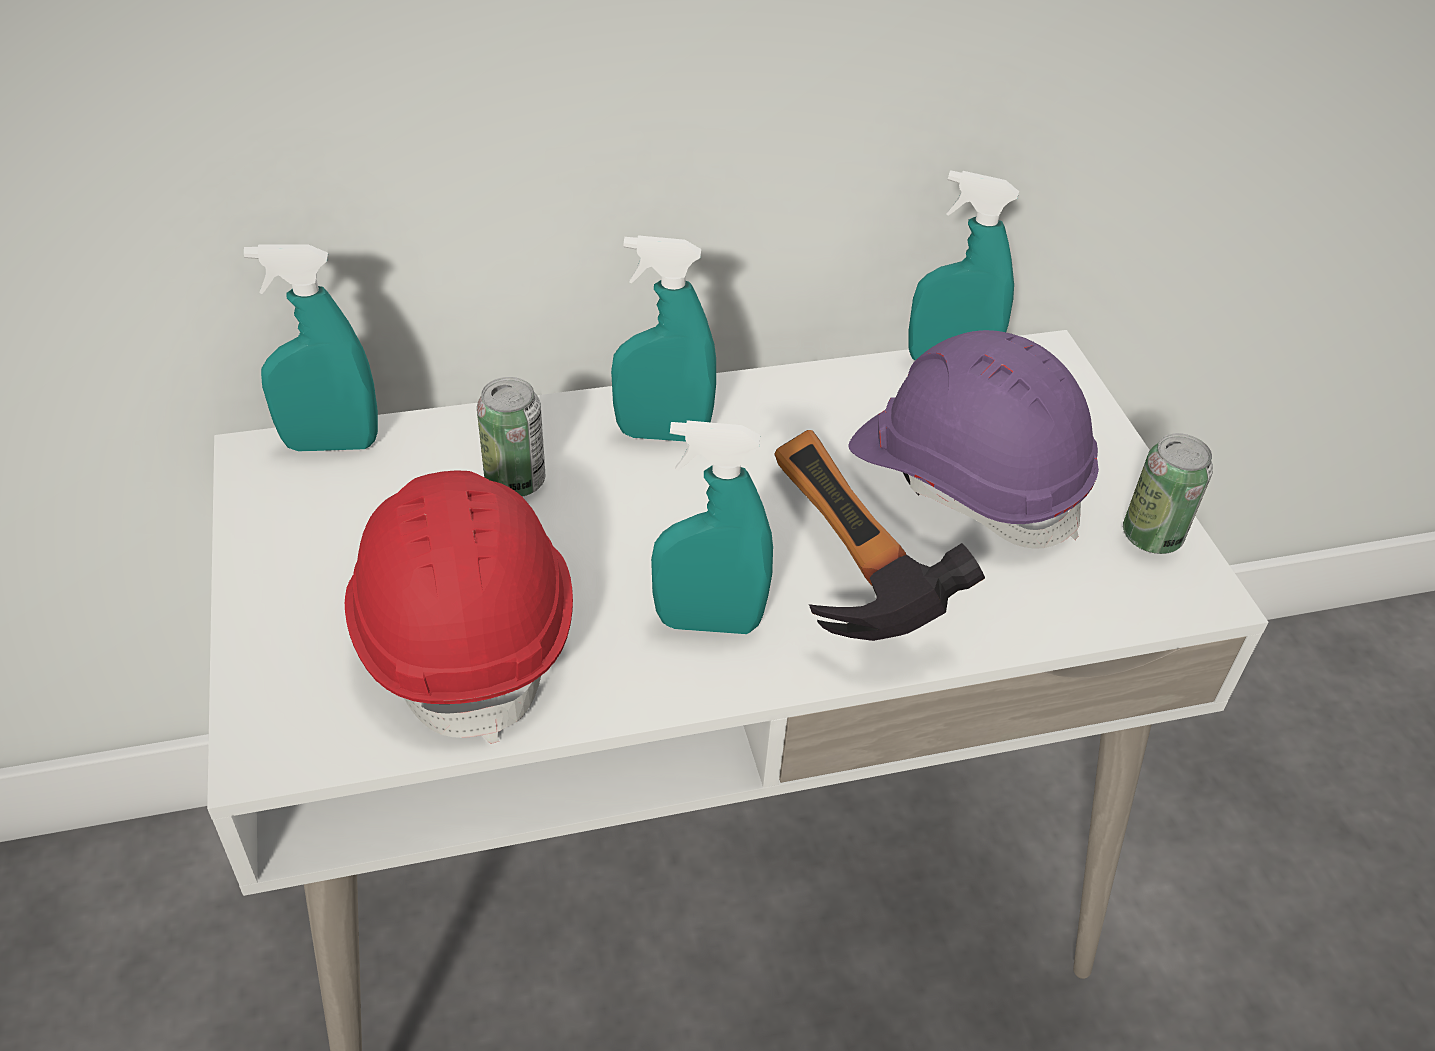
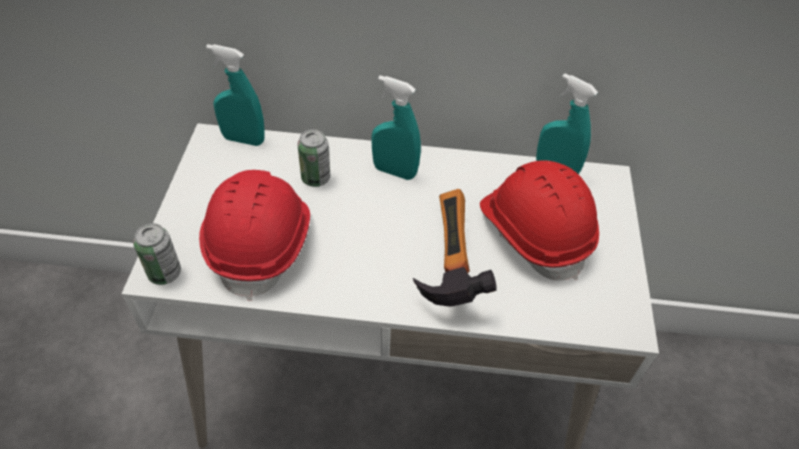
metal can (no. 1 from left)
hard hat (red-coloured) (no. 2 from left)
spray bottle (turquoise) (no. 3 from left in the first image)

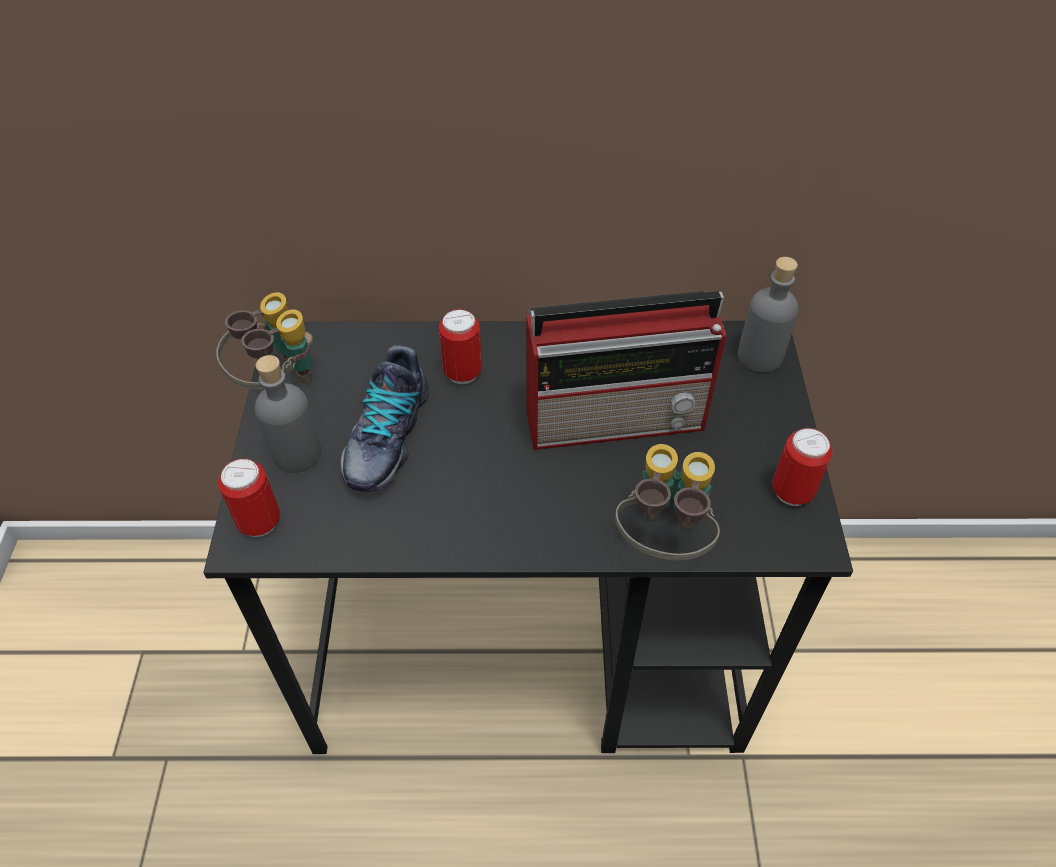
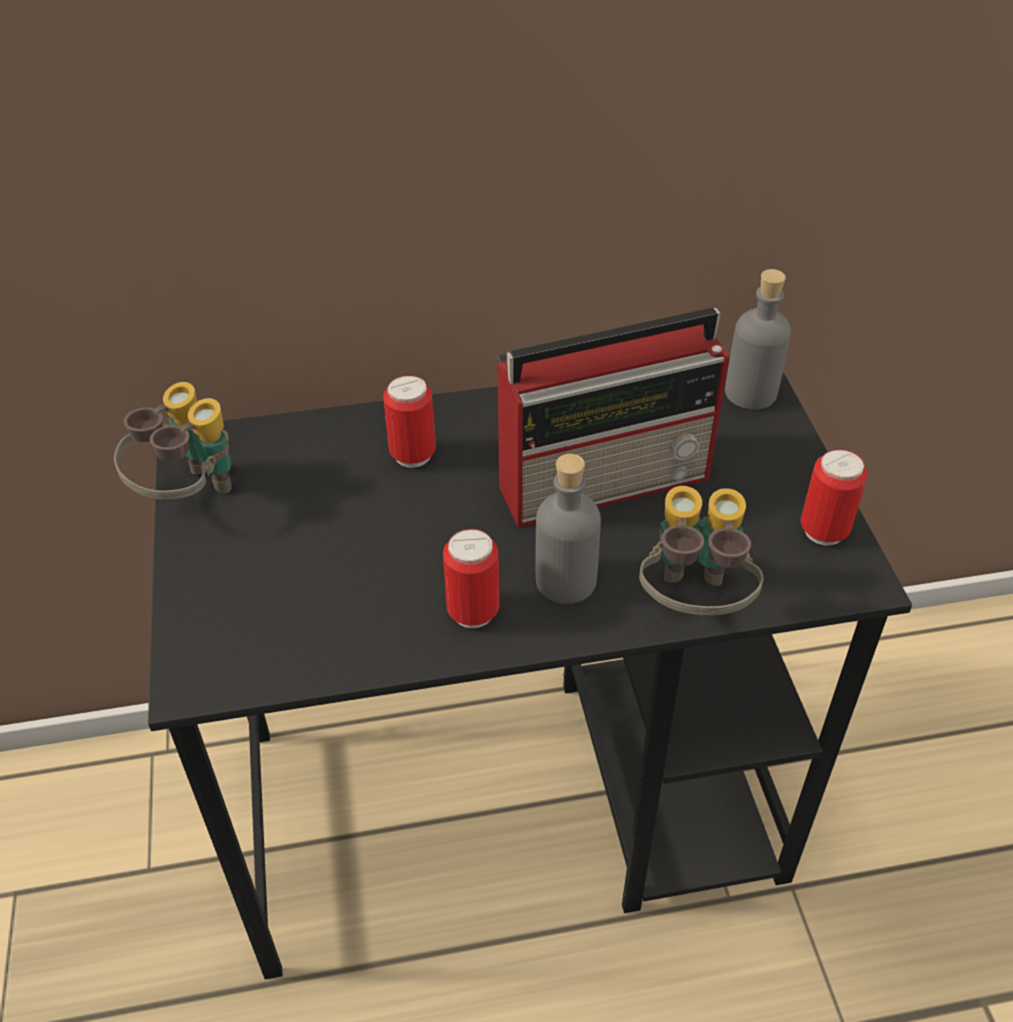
metal can (no. 2 from left)
bottle (grey) (no. 1 from left)
low shoe

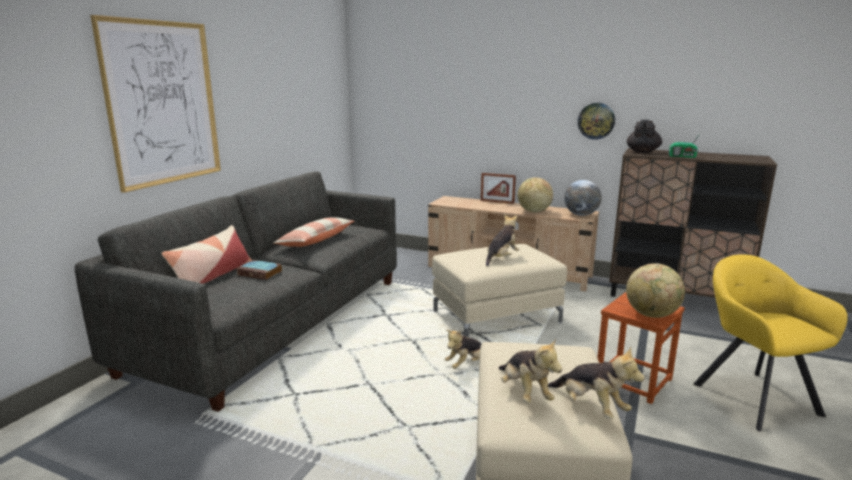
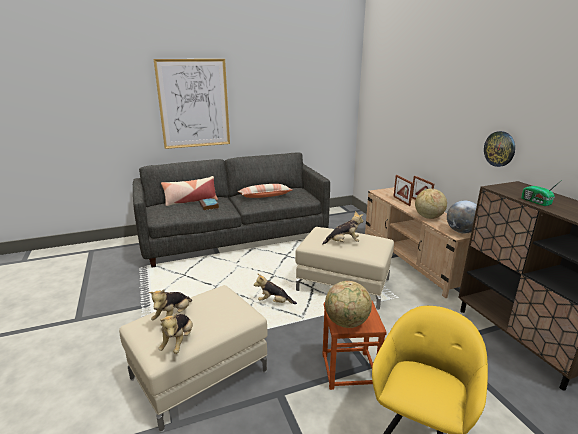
standing frame (no. 1 from left)
pot for tea (black)

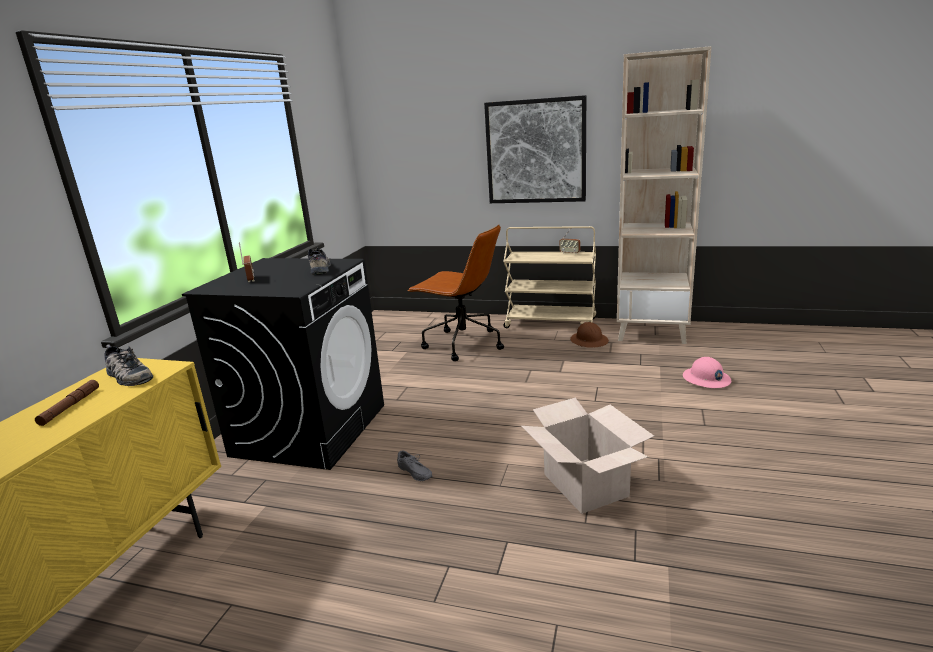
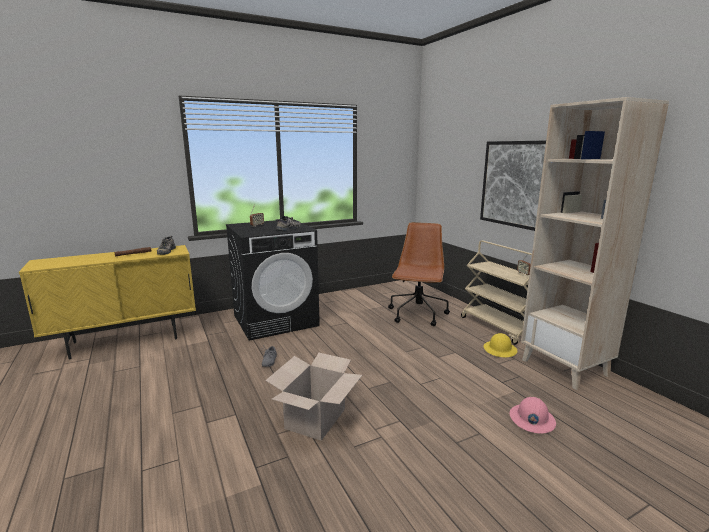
computer chair (brownish)
hard hat (yellowish)

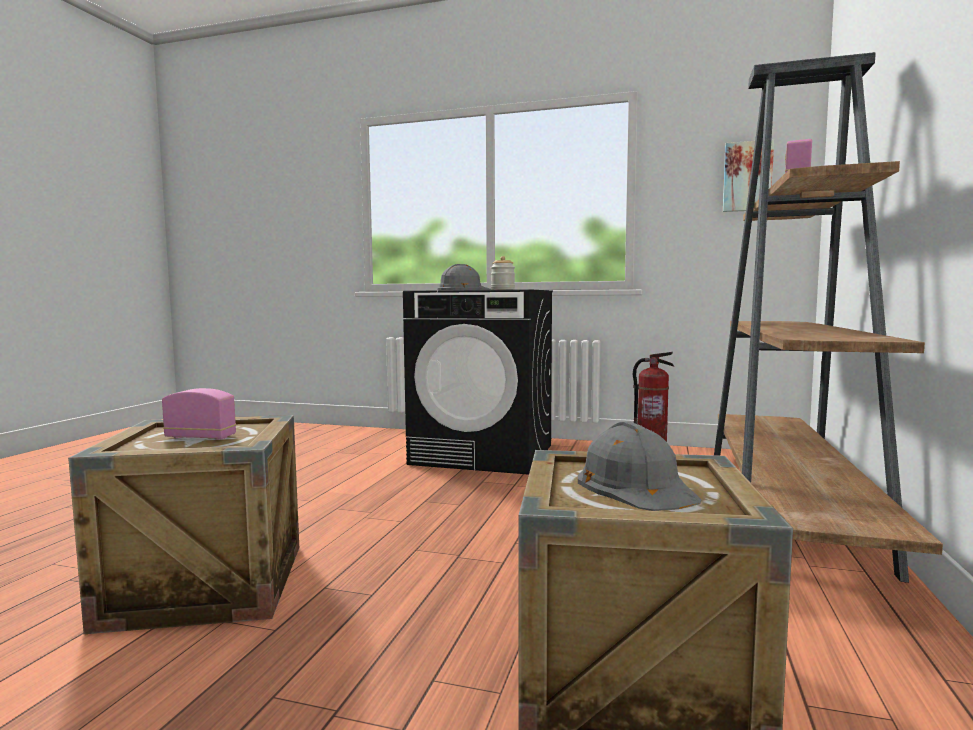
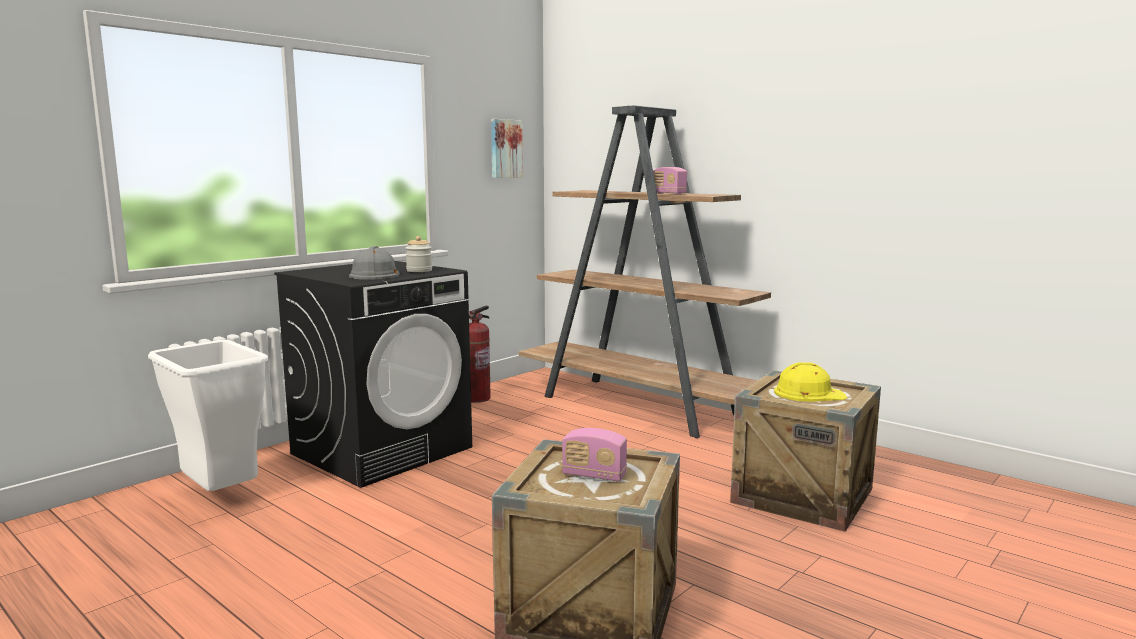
trash can (whitish)
radio (no. 1 from left)
hard hat (yellowish)

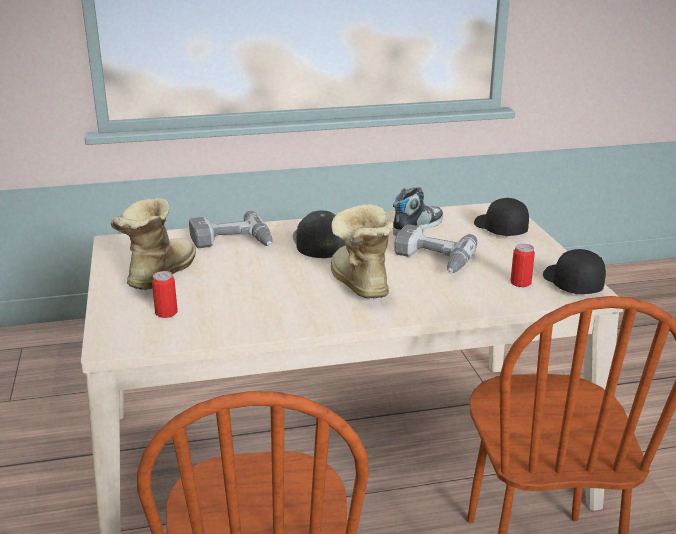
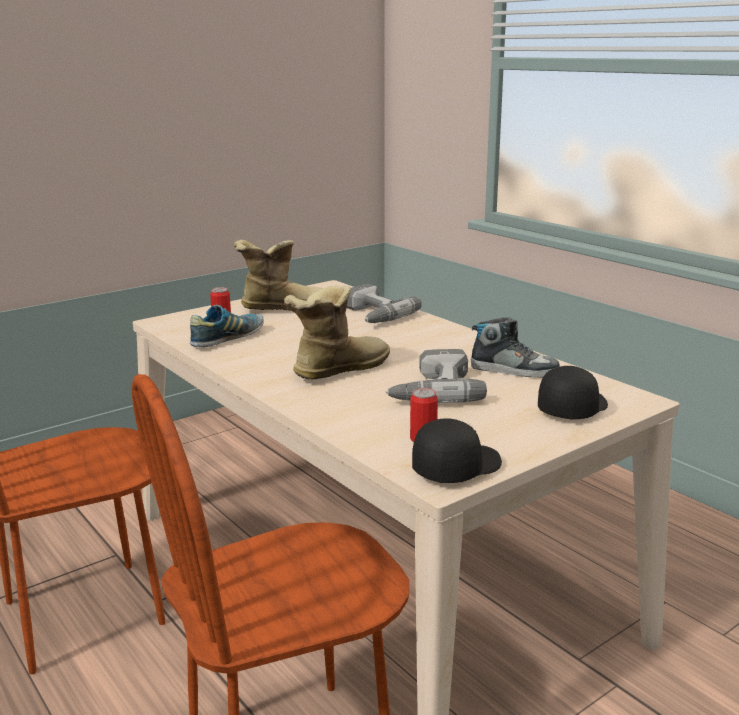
low shoe (no. 1 from left)
peaked cap (black) (no. 1 from left in the first image)

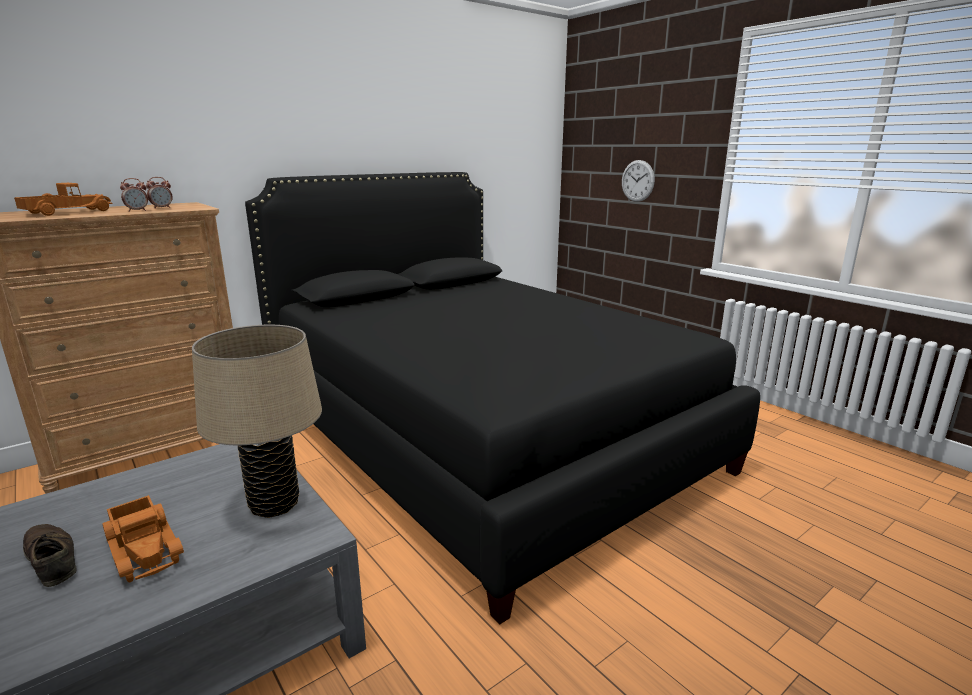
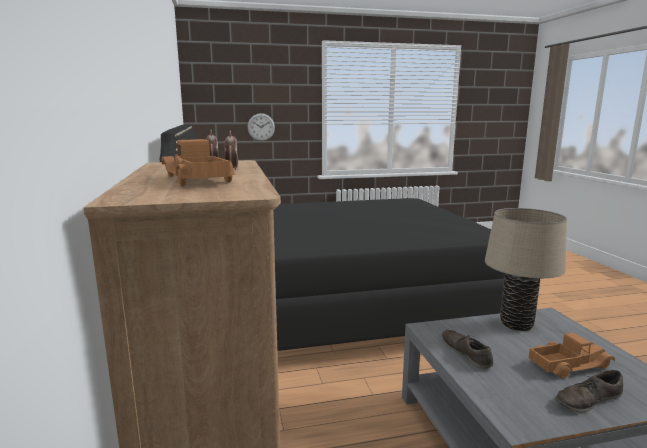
low shoe (brownish) (no. 1 from left)

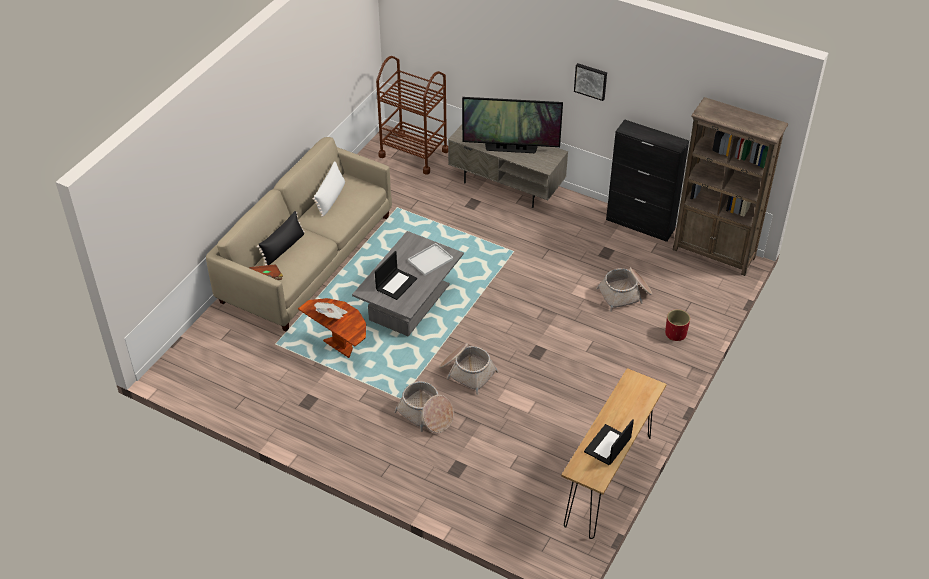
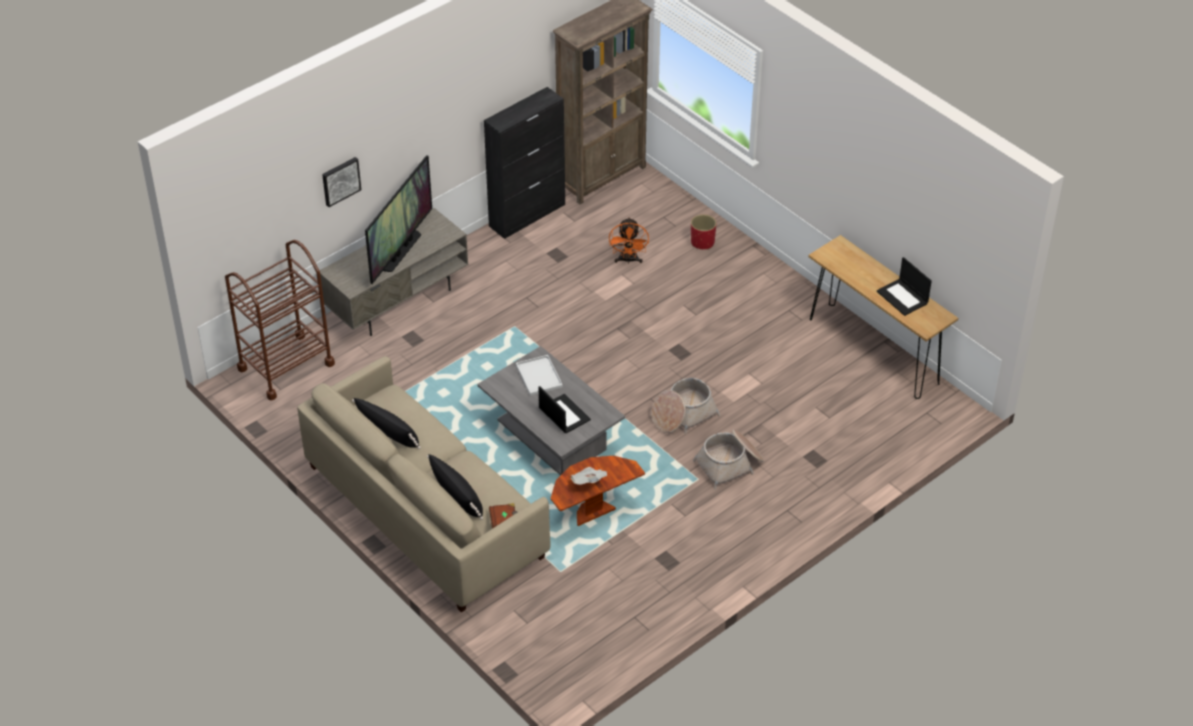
wall art
cushion (black) (no. 1 from left)
cooling fan (orange)

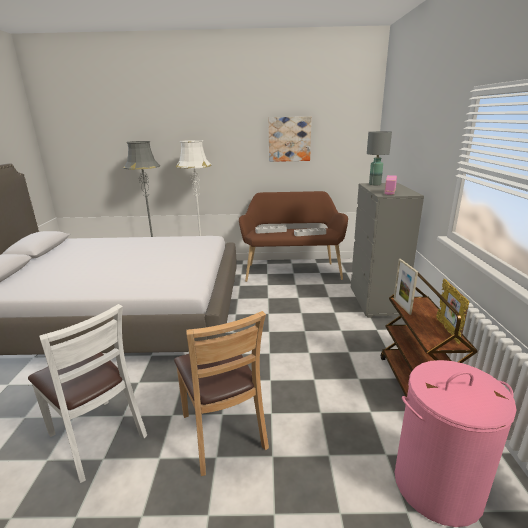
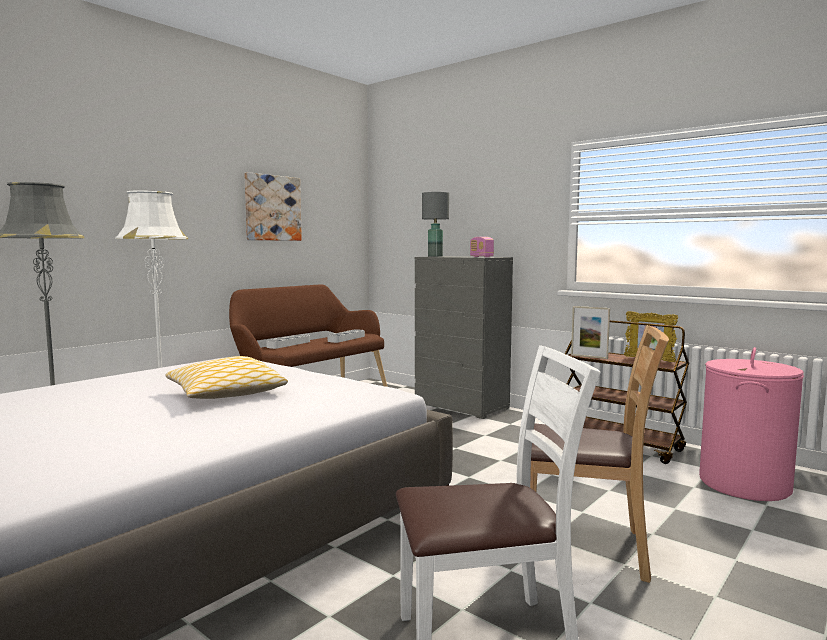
cushion

